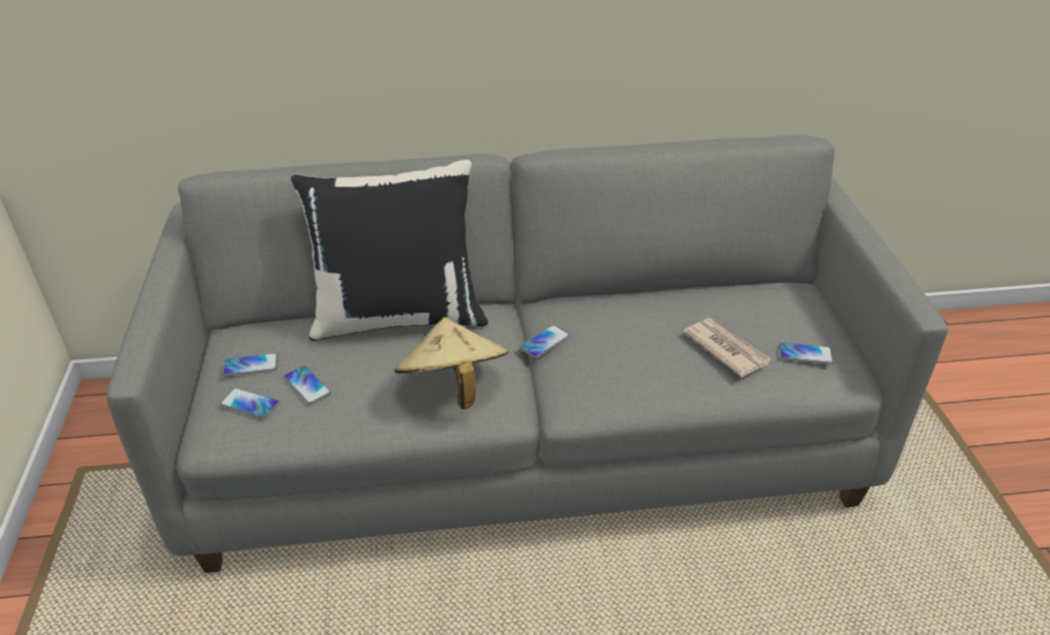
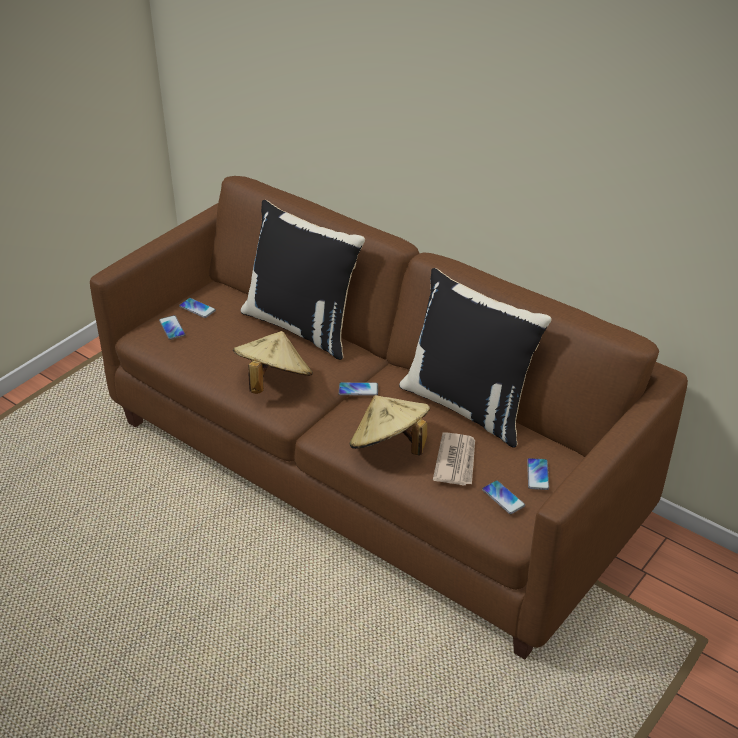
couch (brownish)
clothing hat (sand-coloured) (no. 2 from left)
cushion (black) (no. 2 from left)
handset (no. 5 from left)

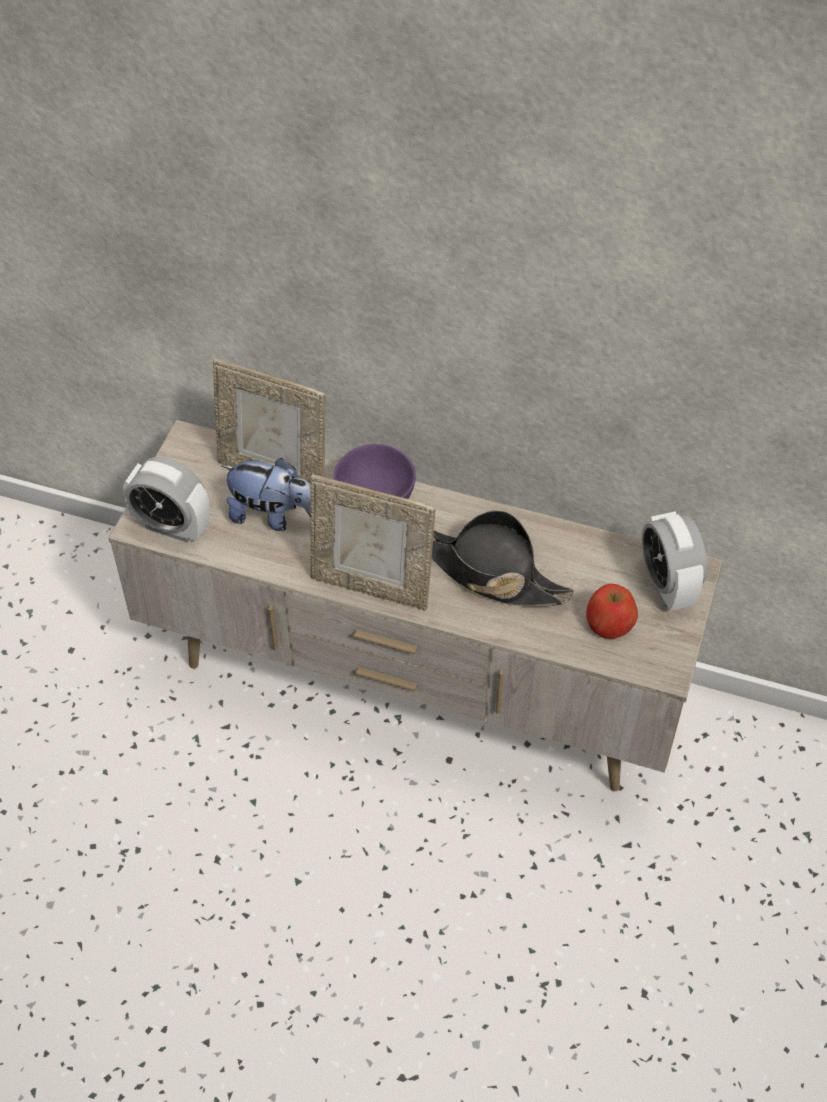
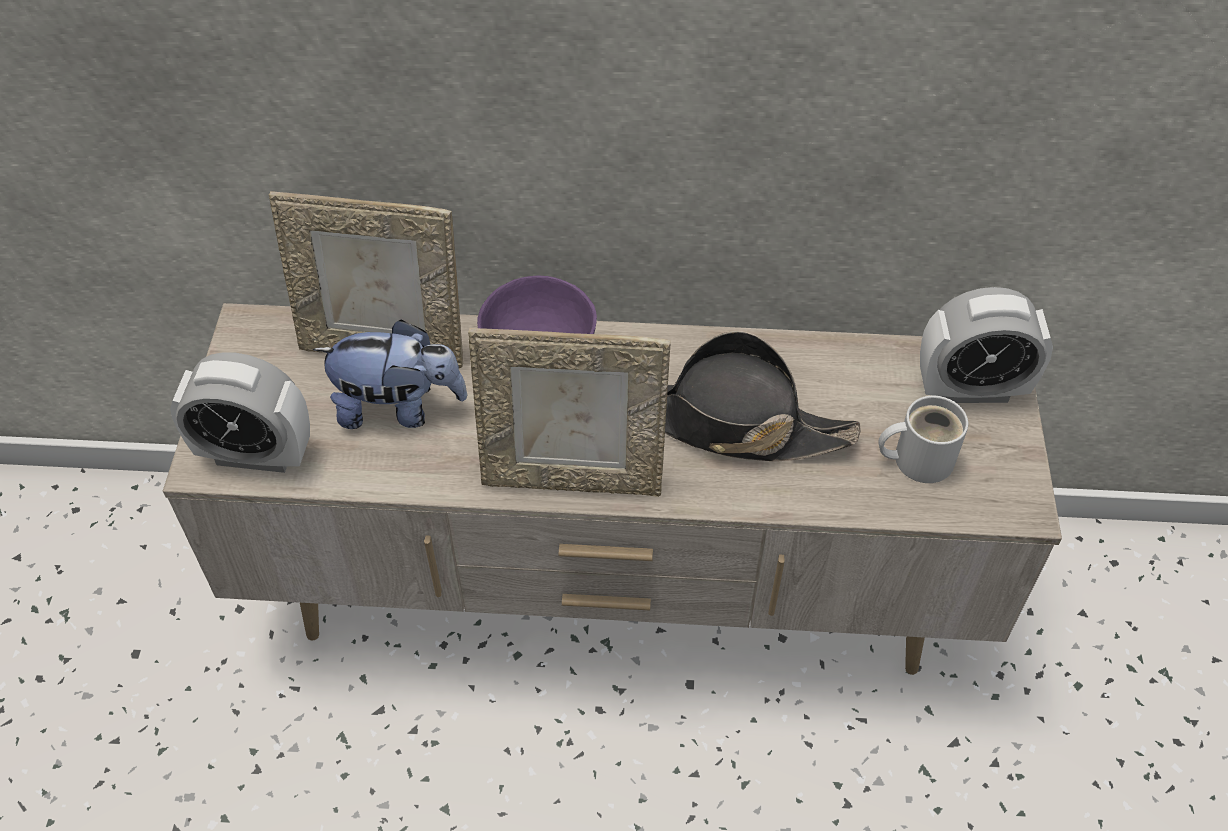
mug (whitish)
bedside clock (no. 2 from left)

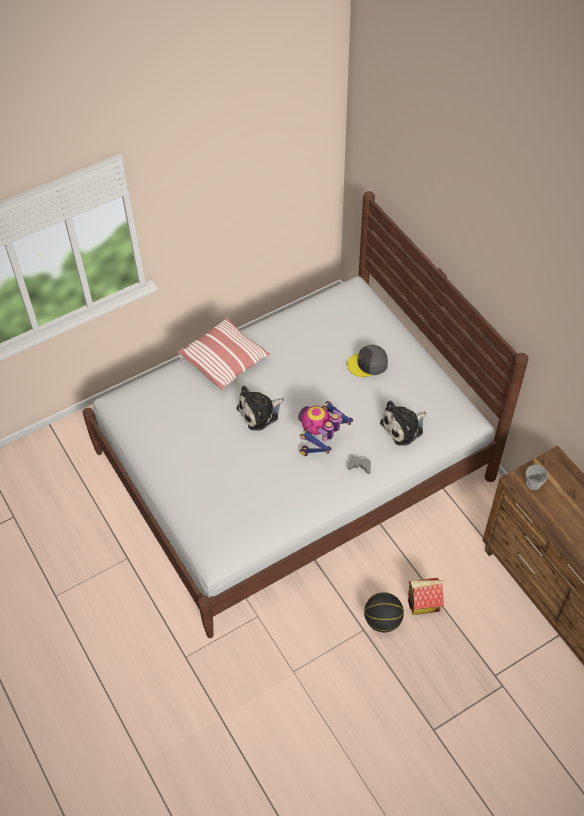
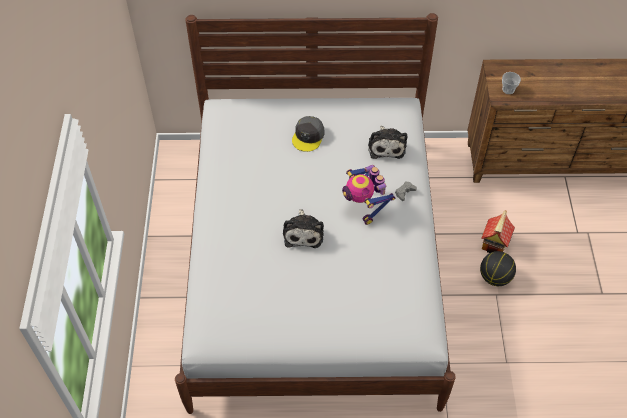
cushion

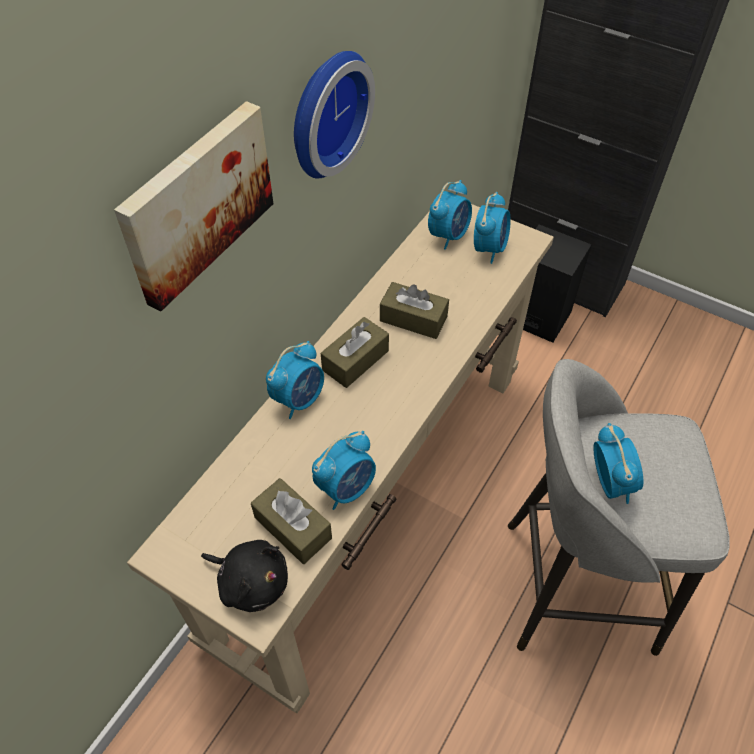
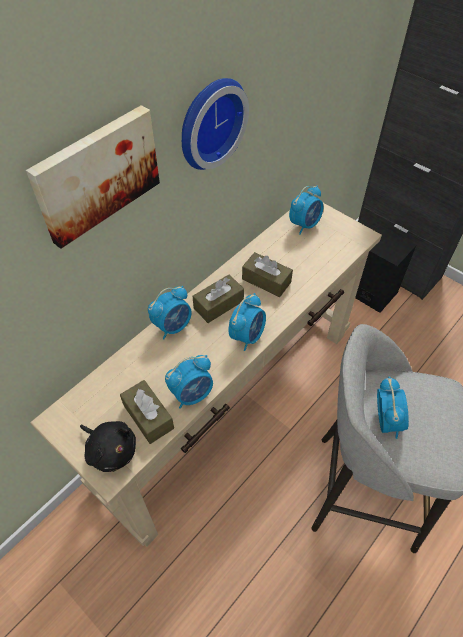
bedside clock (no. 3 from left)

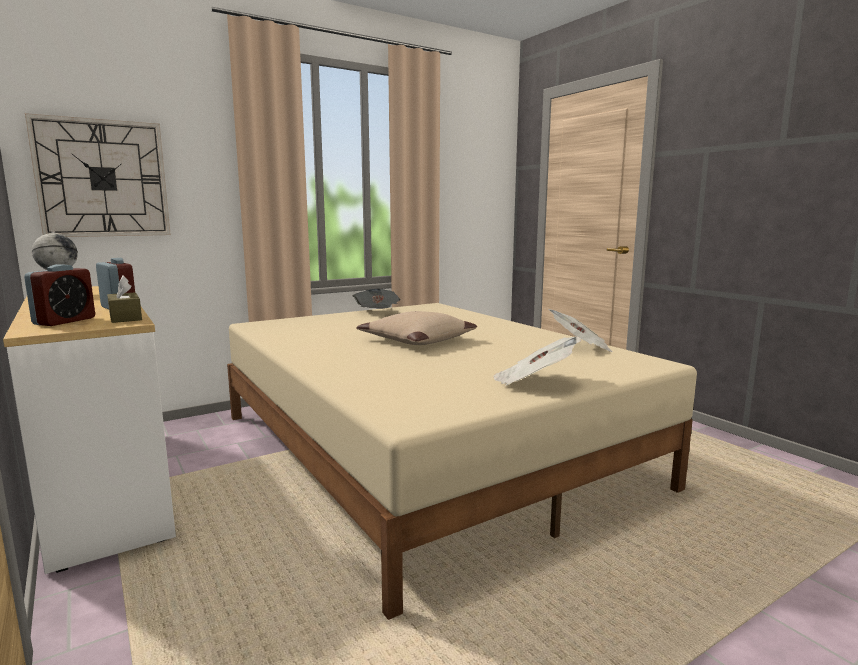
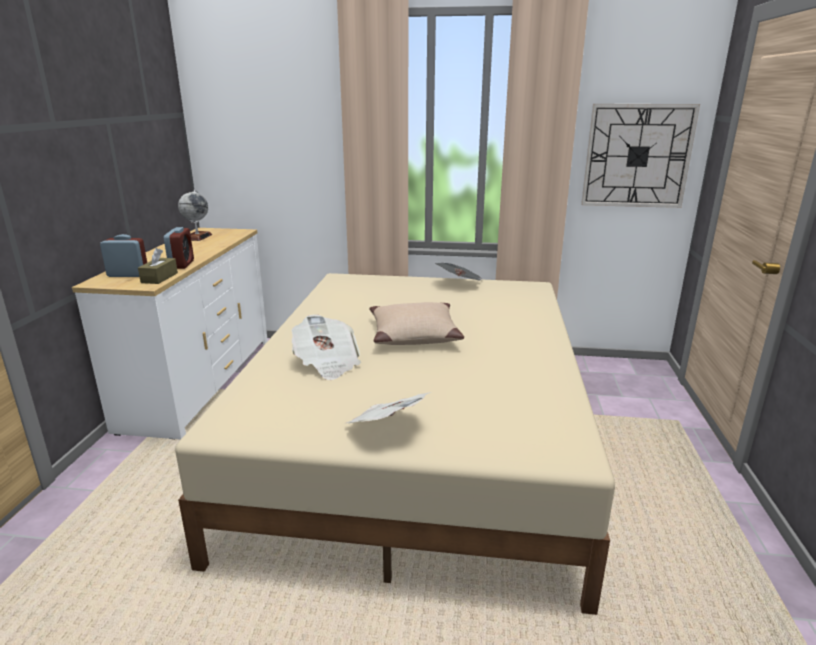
bedside clock (no. 1 from left)
newspaper (no. 1 from left)
hanging clock

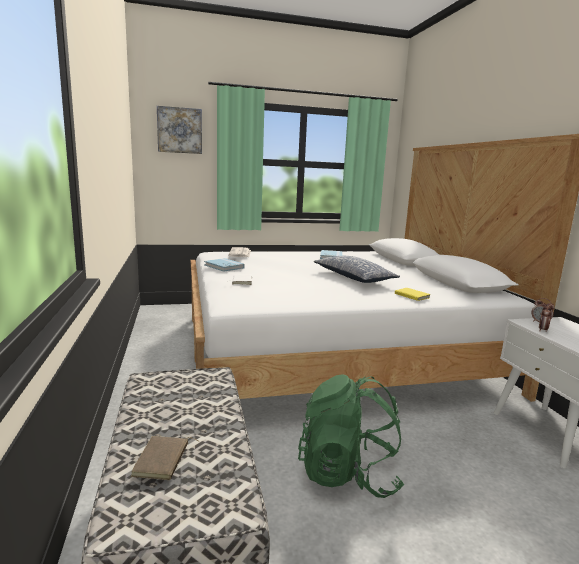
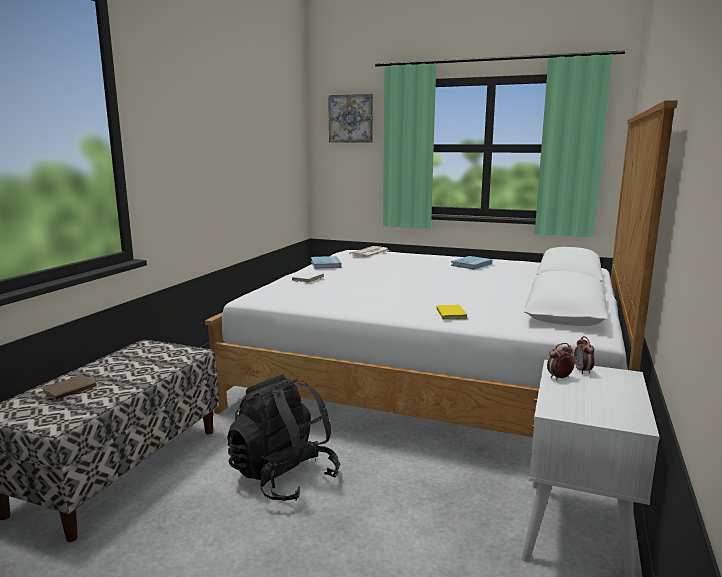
rucksack (black)
cushion

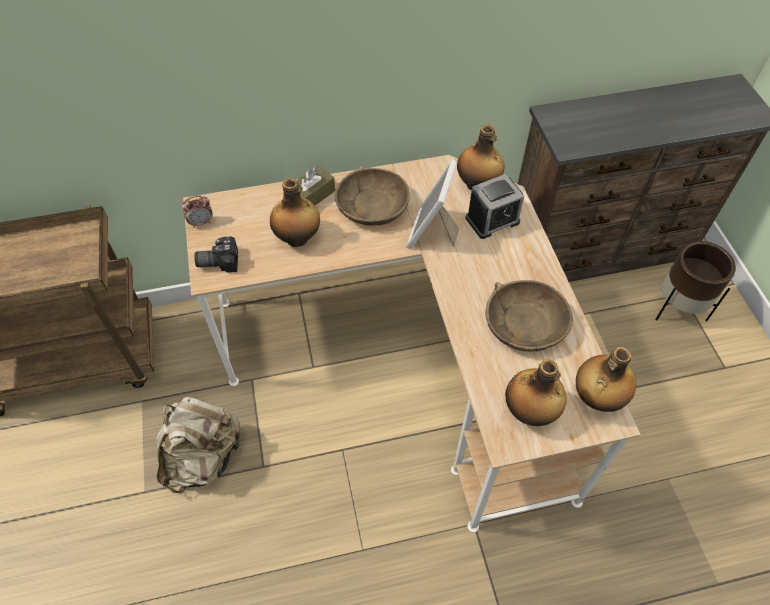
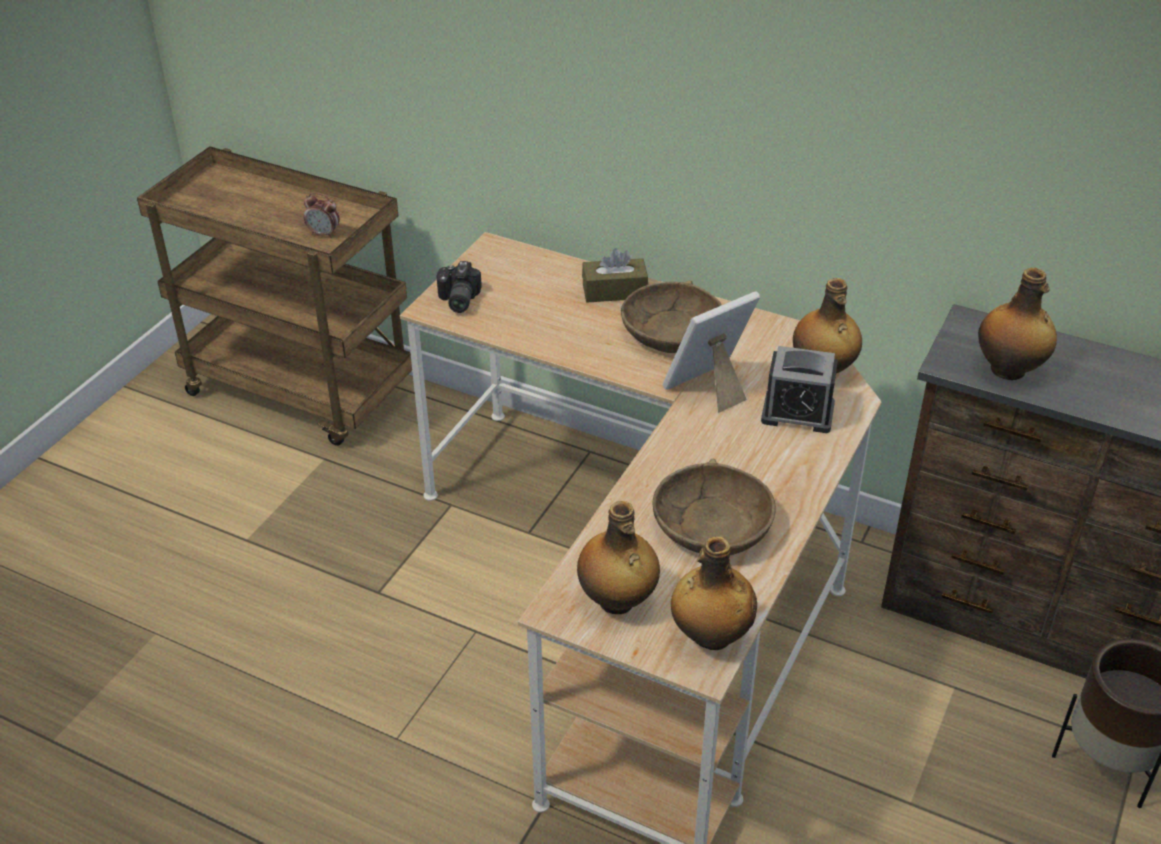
bedside clock (no. 1 from left)
still camera
bottle (no. 4 from left)
rucksack (sand-coloured)

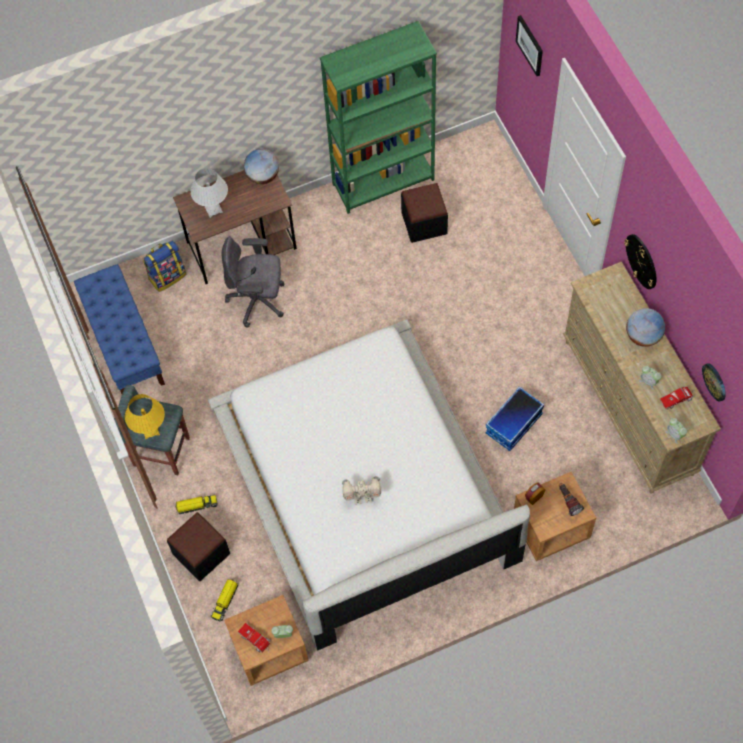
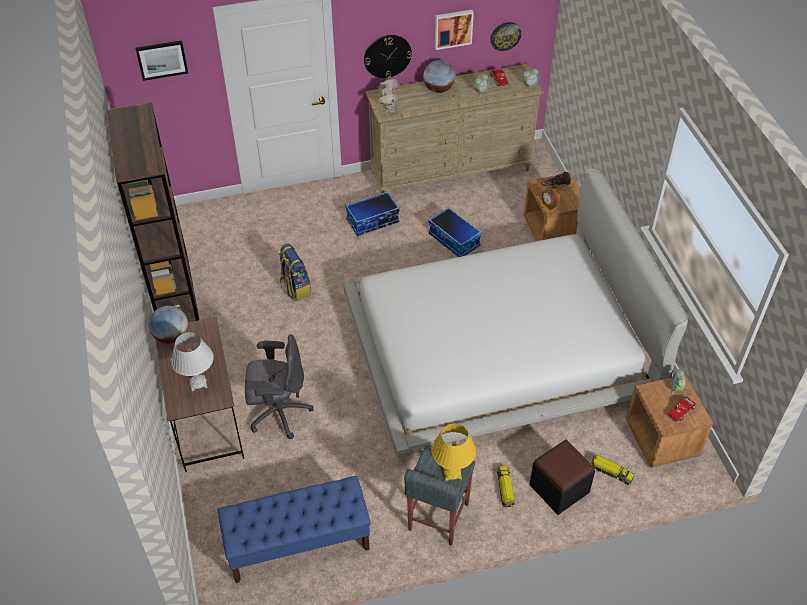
bookshelf (brownish)
computer chair (grey)
rucksack
storage bin (no. 1 from left)
robot figure
wall art (no. 2 from left)
ottoman (black) (no. 2 from left in the first image)

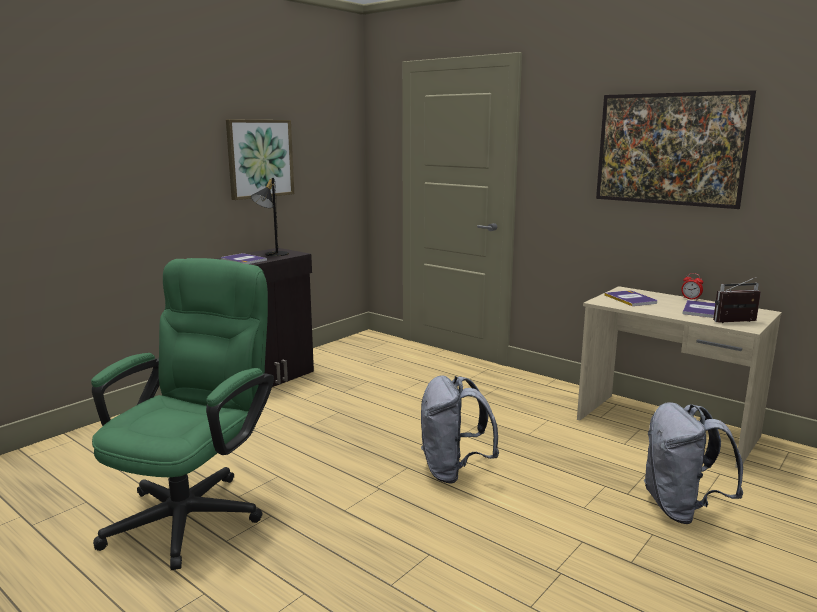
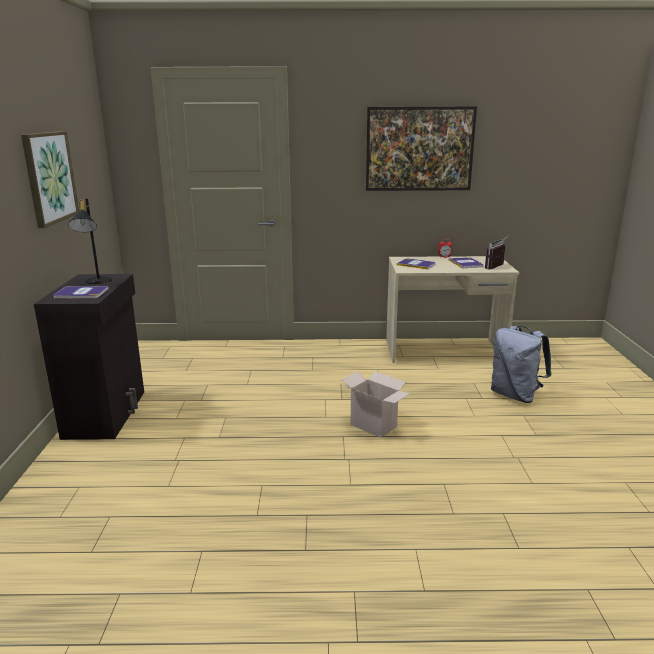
carton
computer chair (greenish)

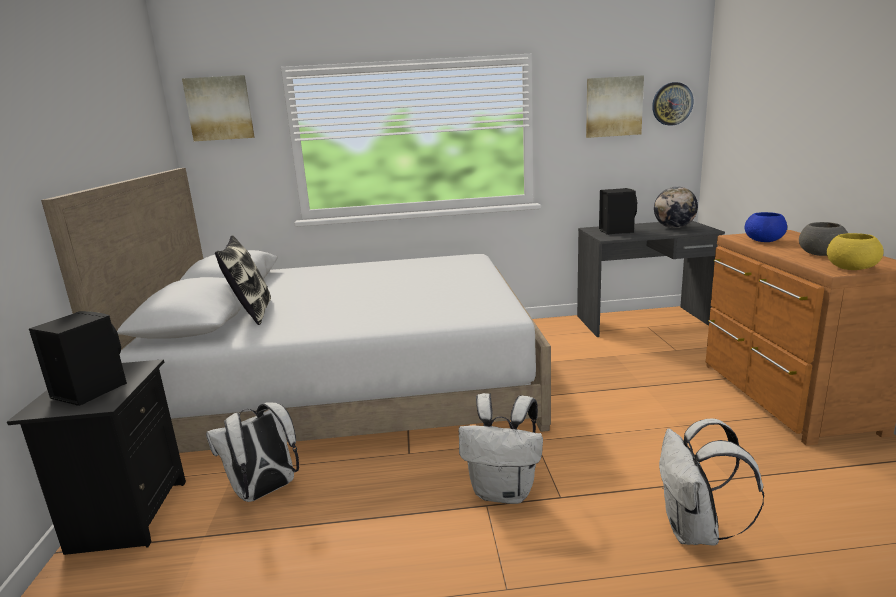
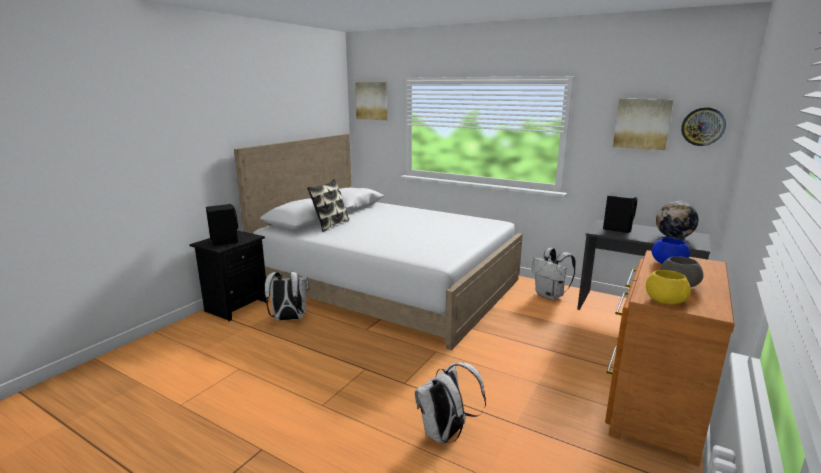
rucksack (whitish) (no. 3 from left)

